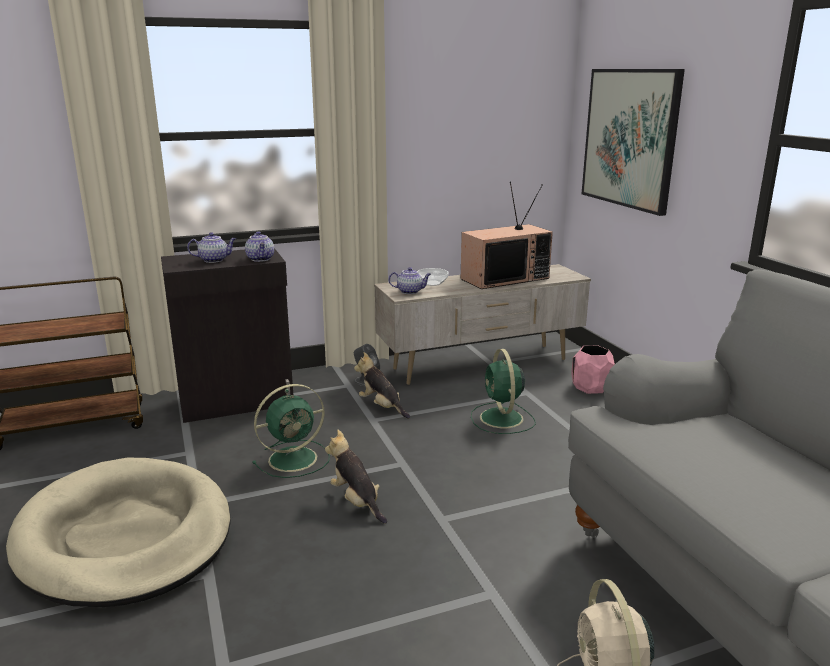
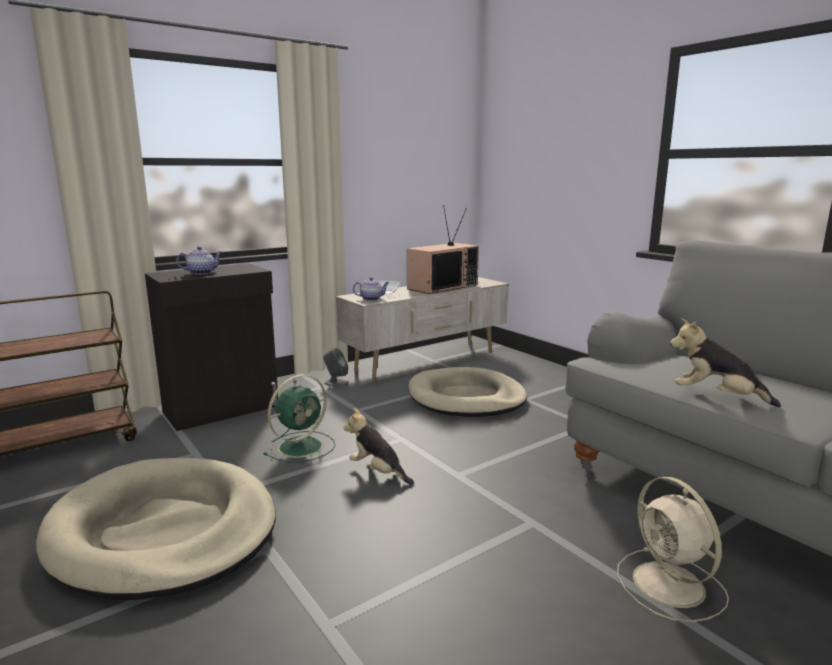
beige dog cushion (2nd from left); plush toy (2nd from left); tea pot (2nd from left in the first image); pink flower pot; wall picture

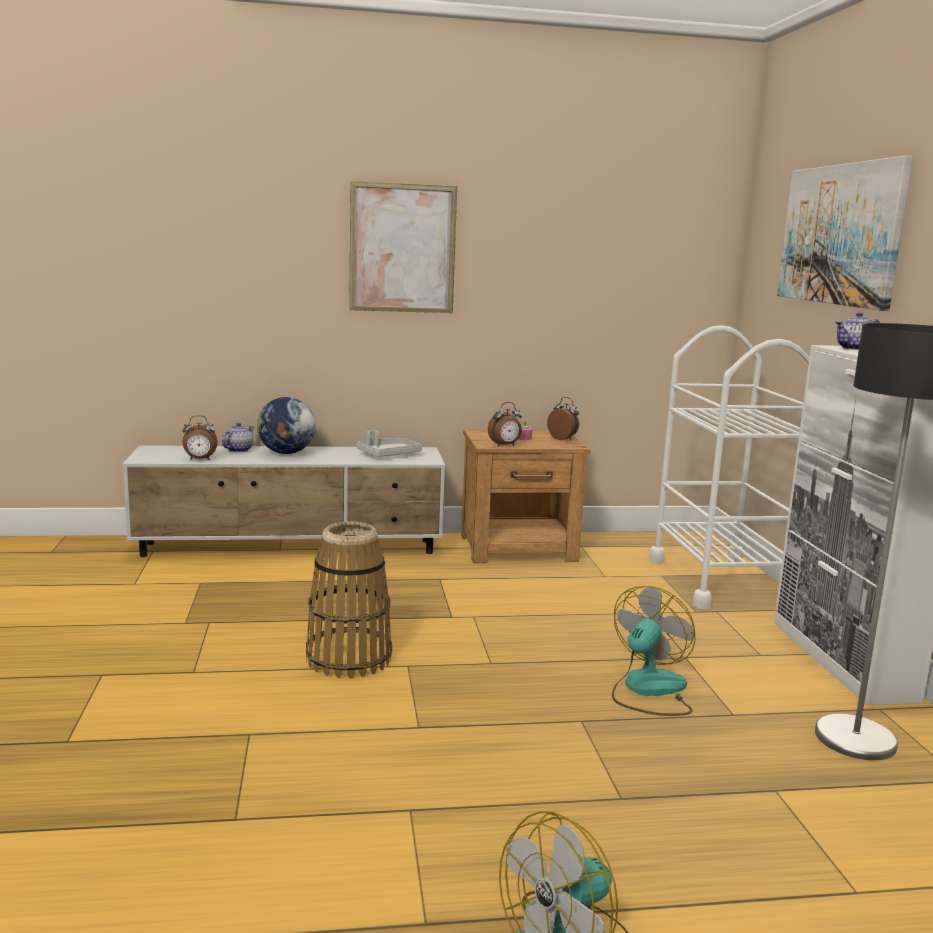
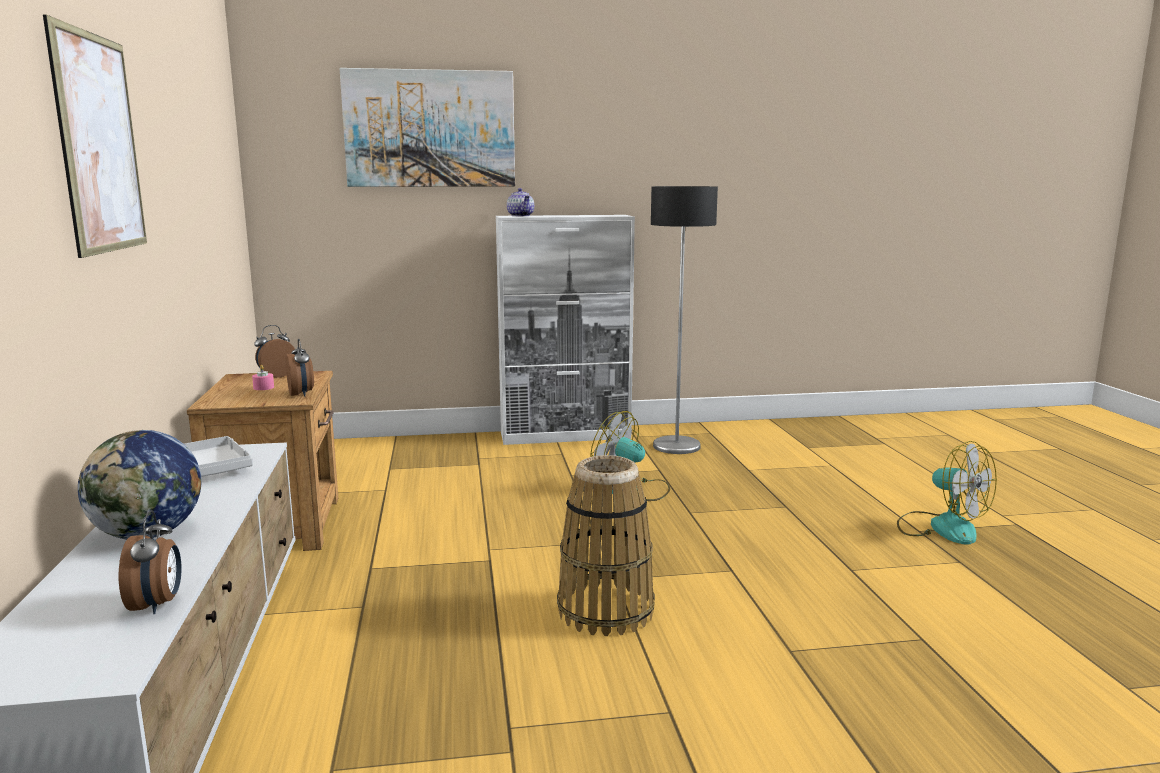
tea pot (1st from left in the first image); white trolley

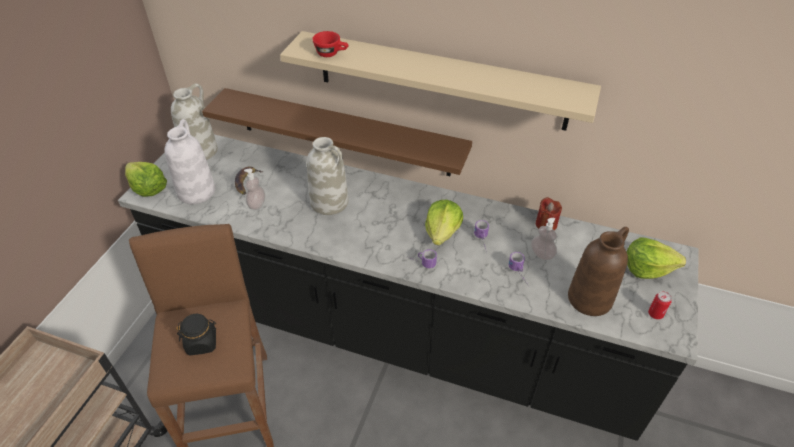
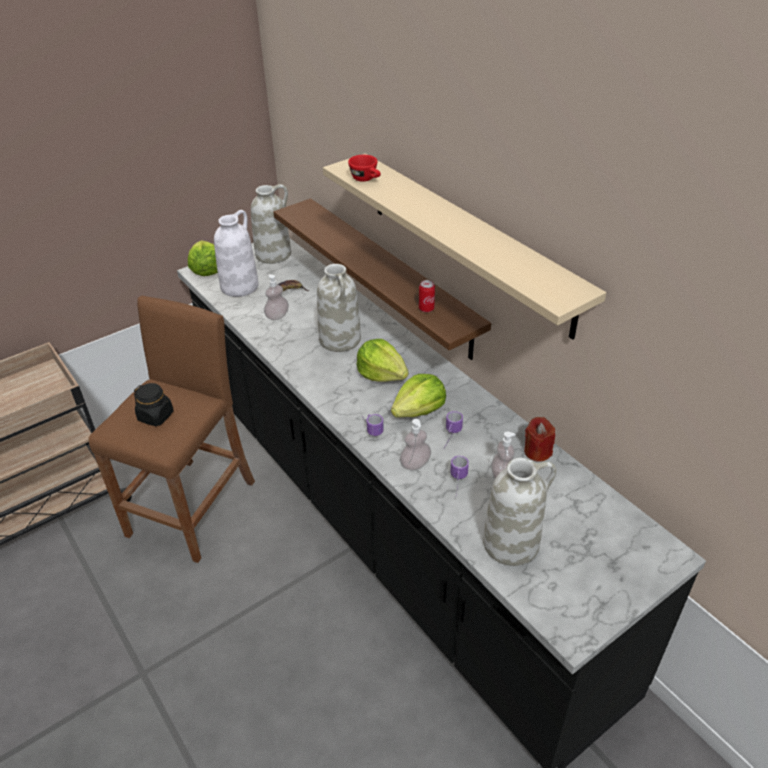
lettuce (2nd from left); soap dispenser (2nd from left); sealed can; white vase (4th from left)

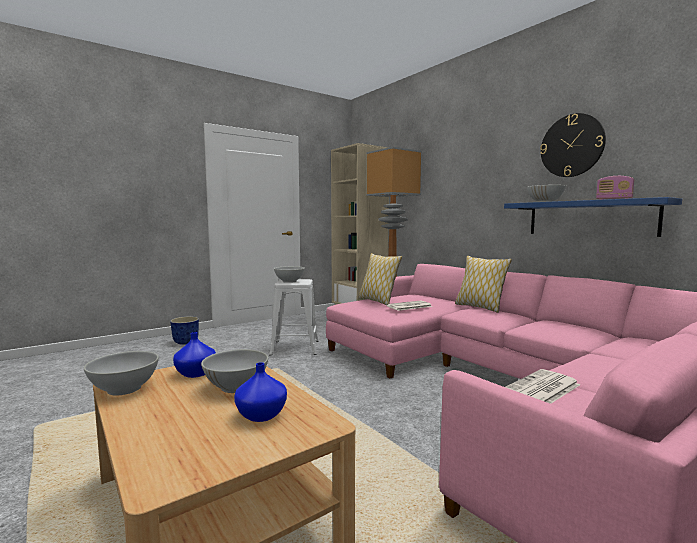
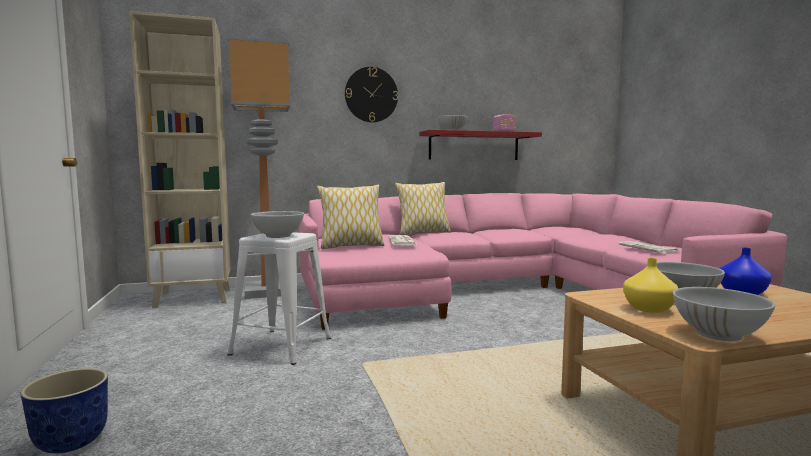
hanging clock; red wall shelf; yellow vase

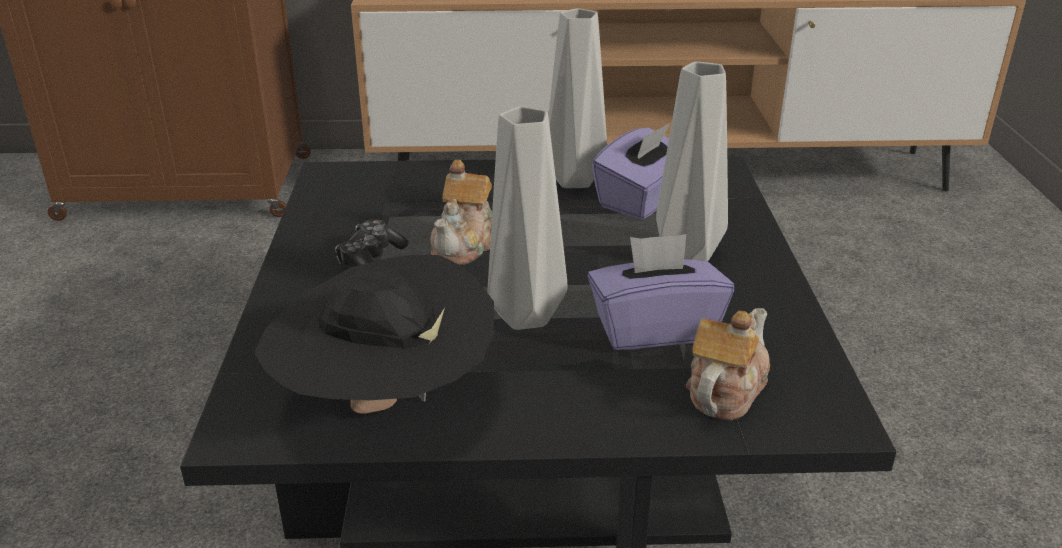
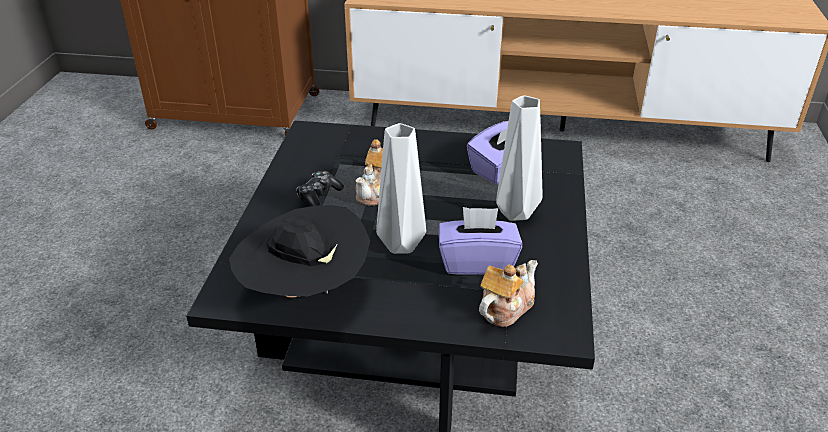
greyish vase (2nd from left in the first image)

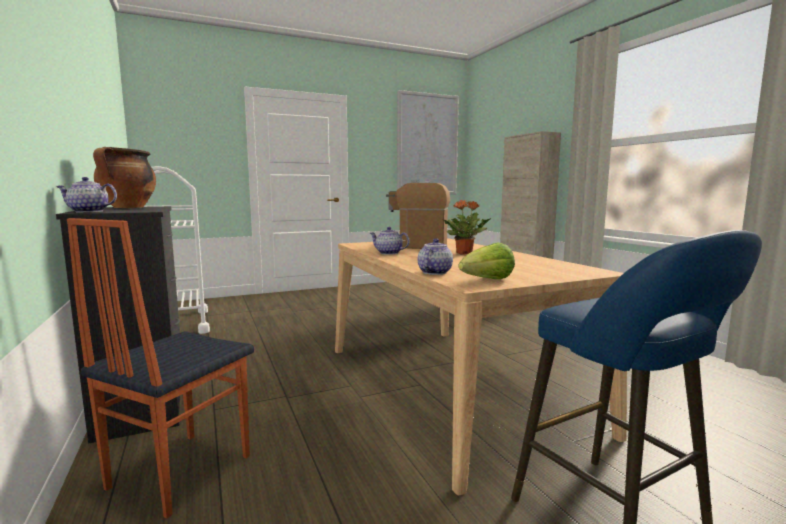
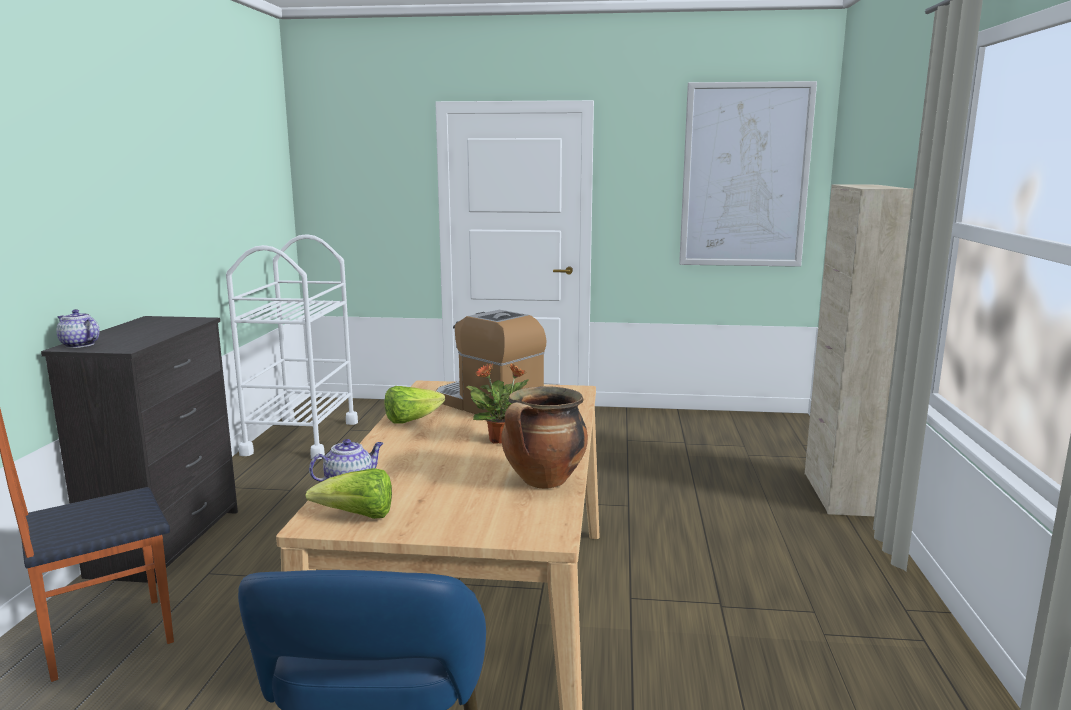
lettuce (2nd from left); stockpot

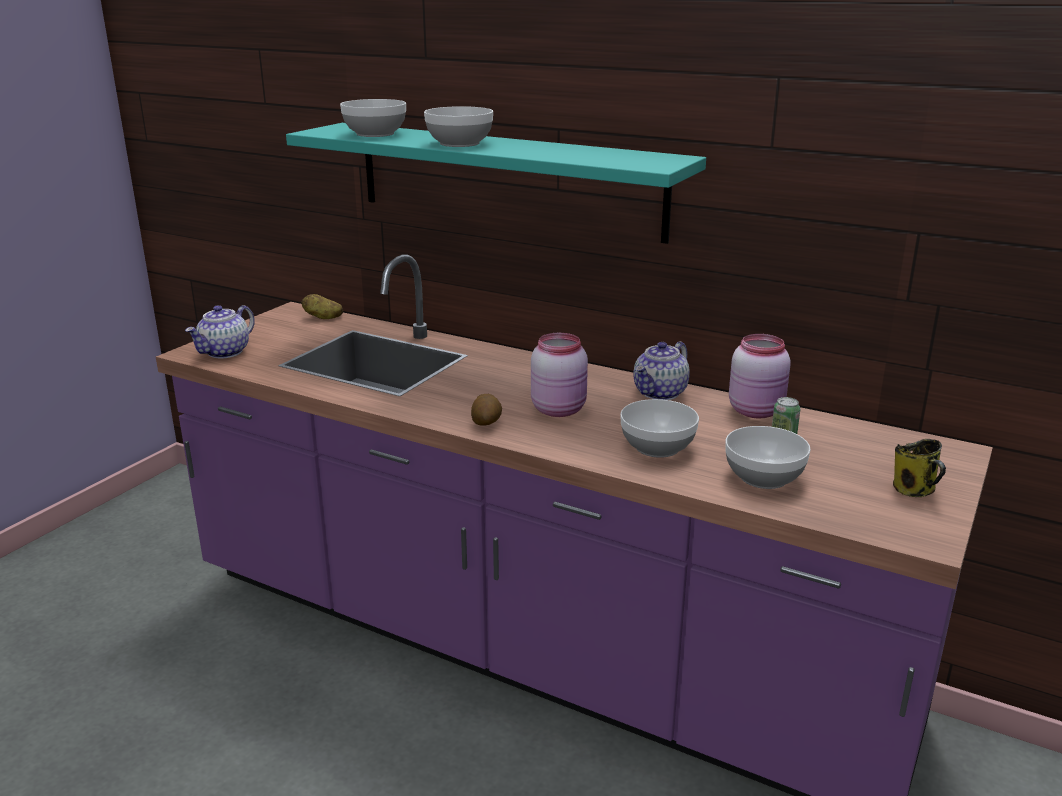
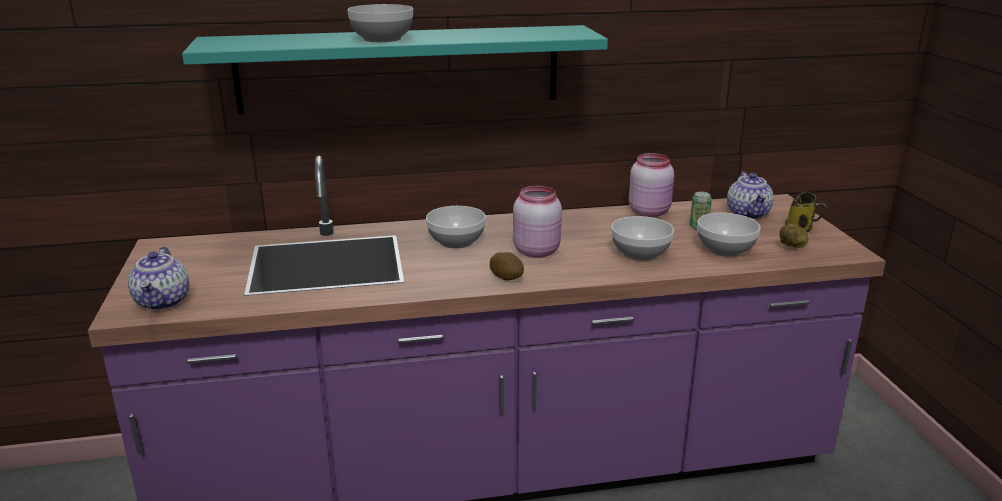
deep dish (2nd from left); tea pot (2nd from left); potato (2nd from left)

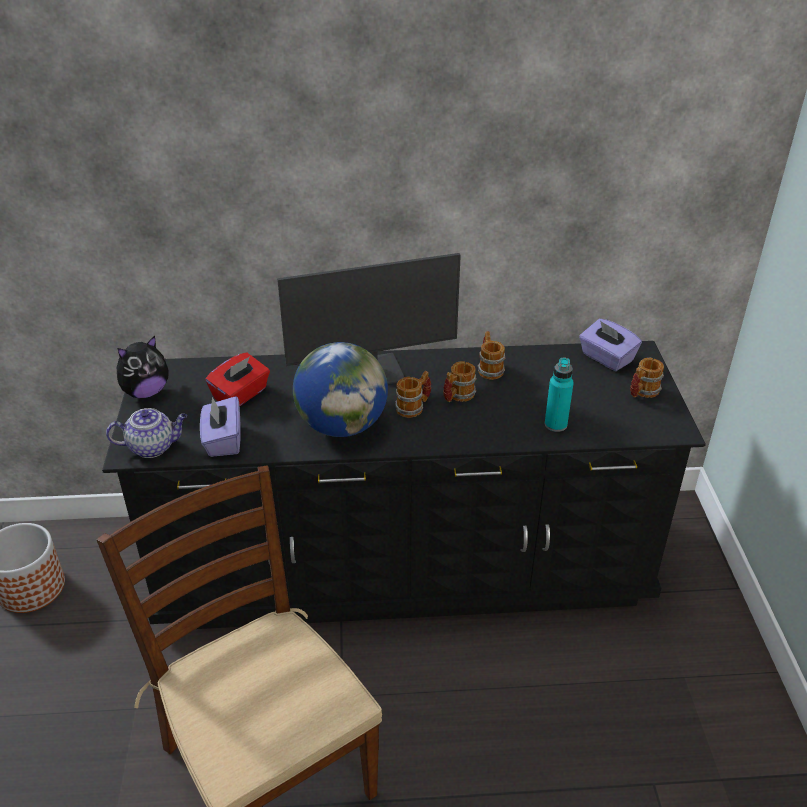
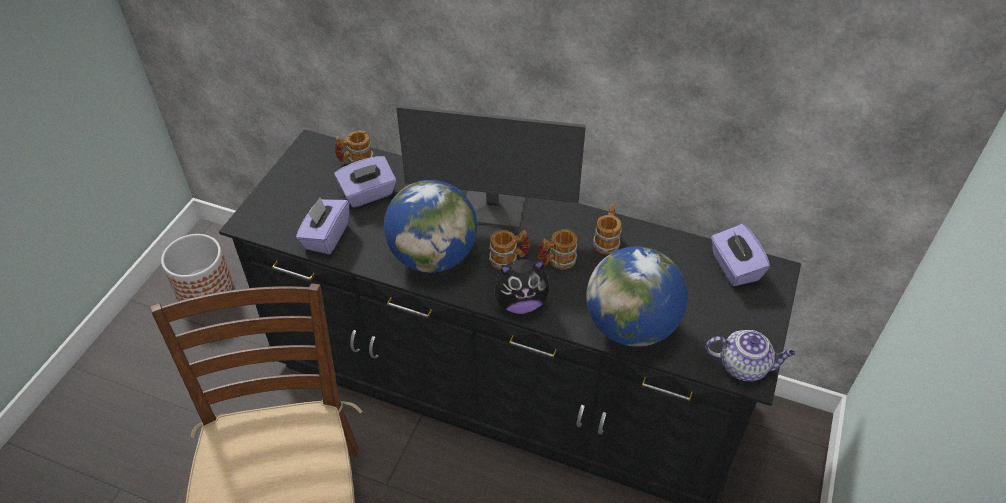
purple tissue holder (2nd from left); coffee mug (1st from left); plush toy; world globe (2nd from left); tea pot

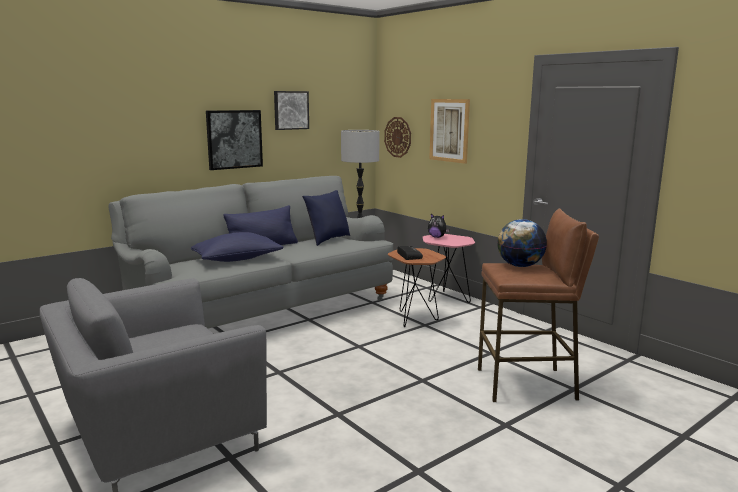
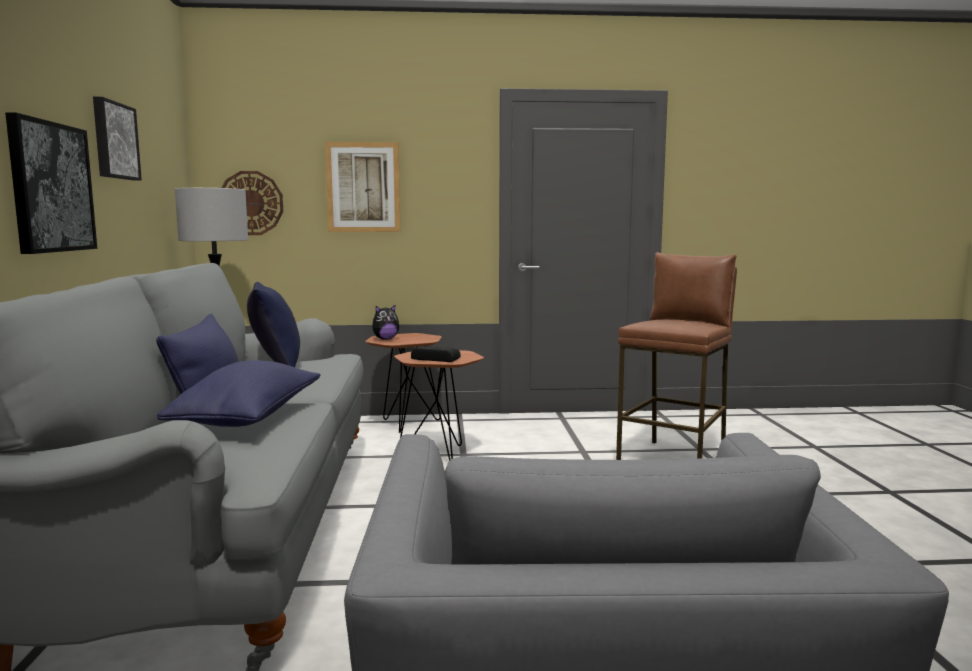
brownish side table (1st from left); world globe

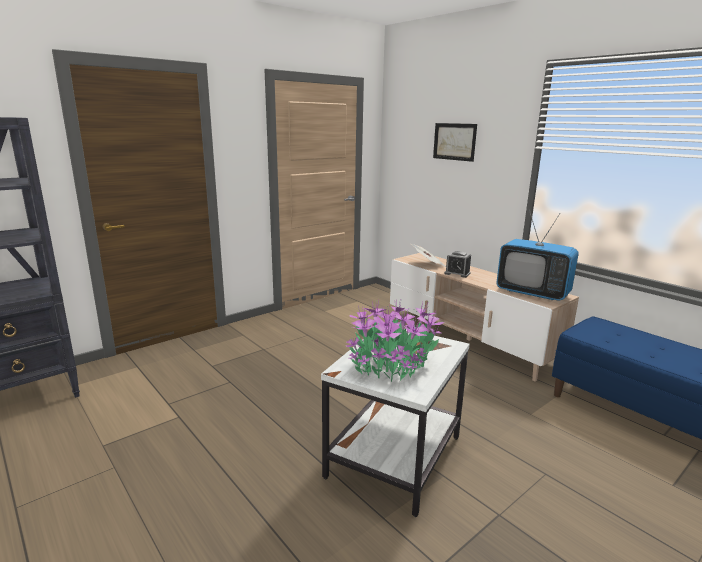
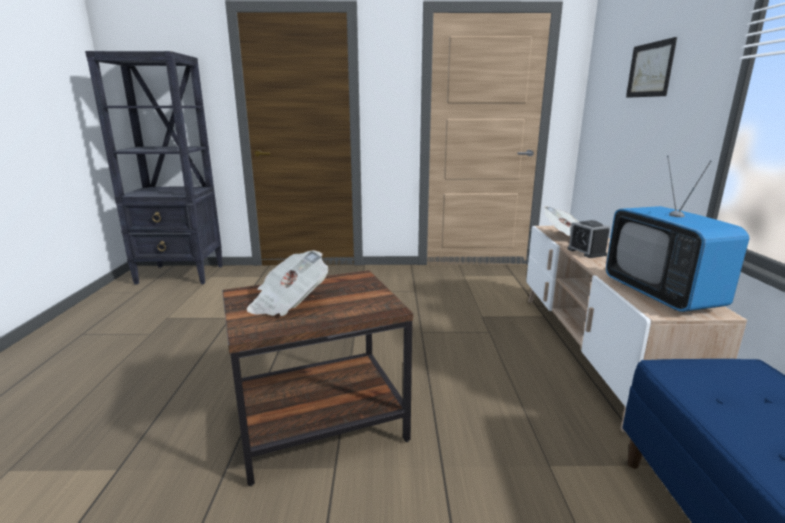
brownish side table; newspaper (1st from left)

